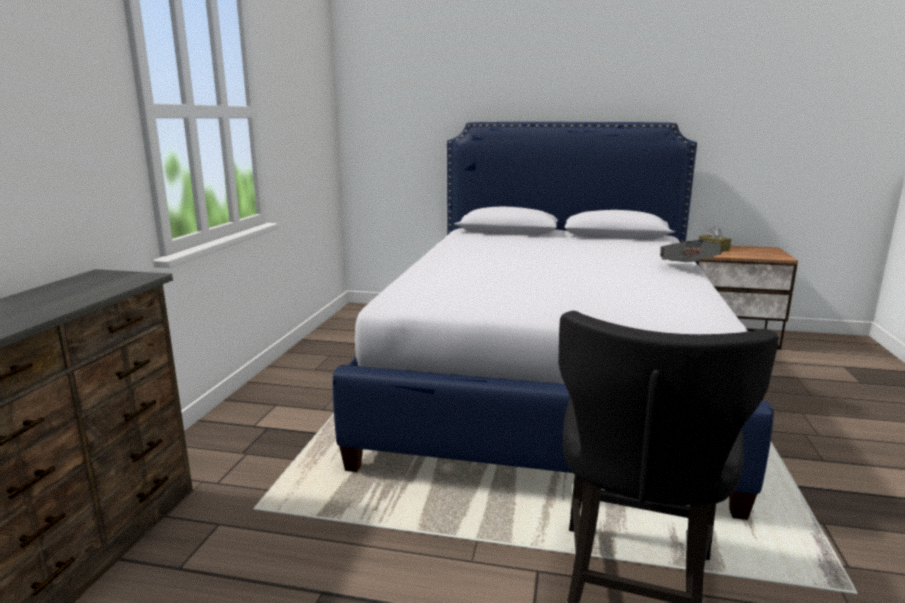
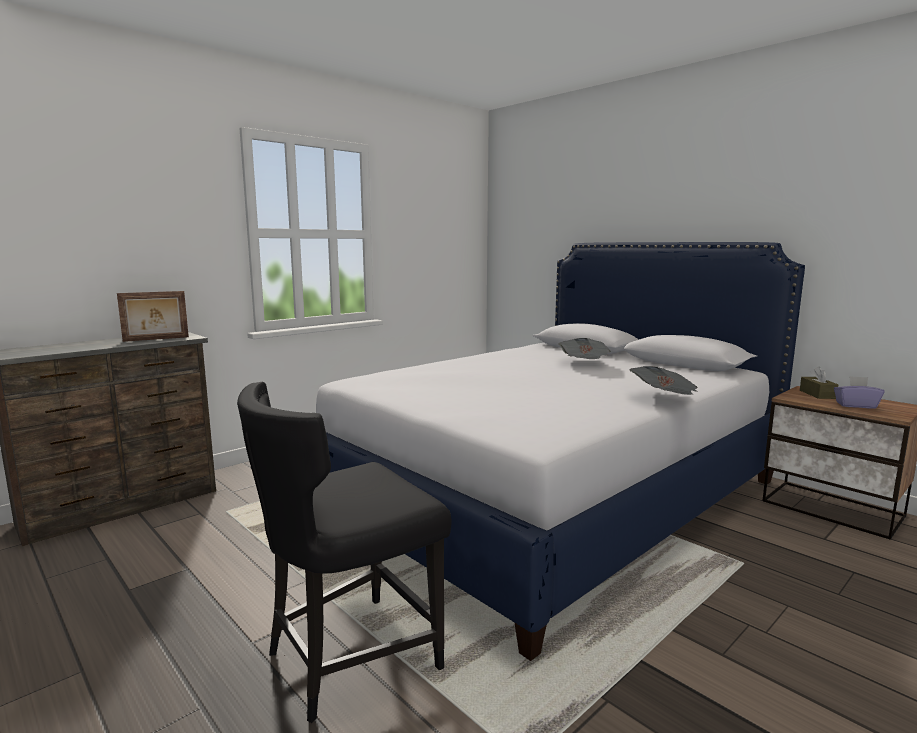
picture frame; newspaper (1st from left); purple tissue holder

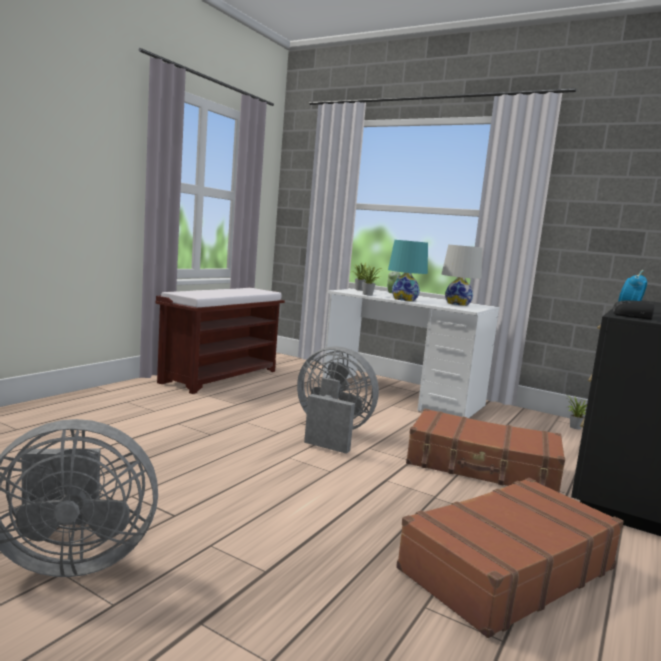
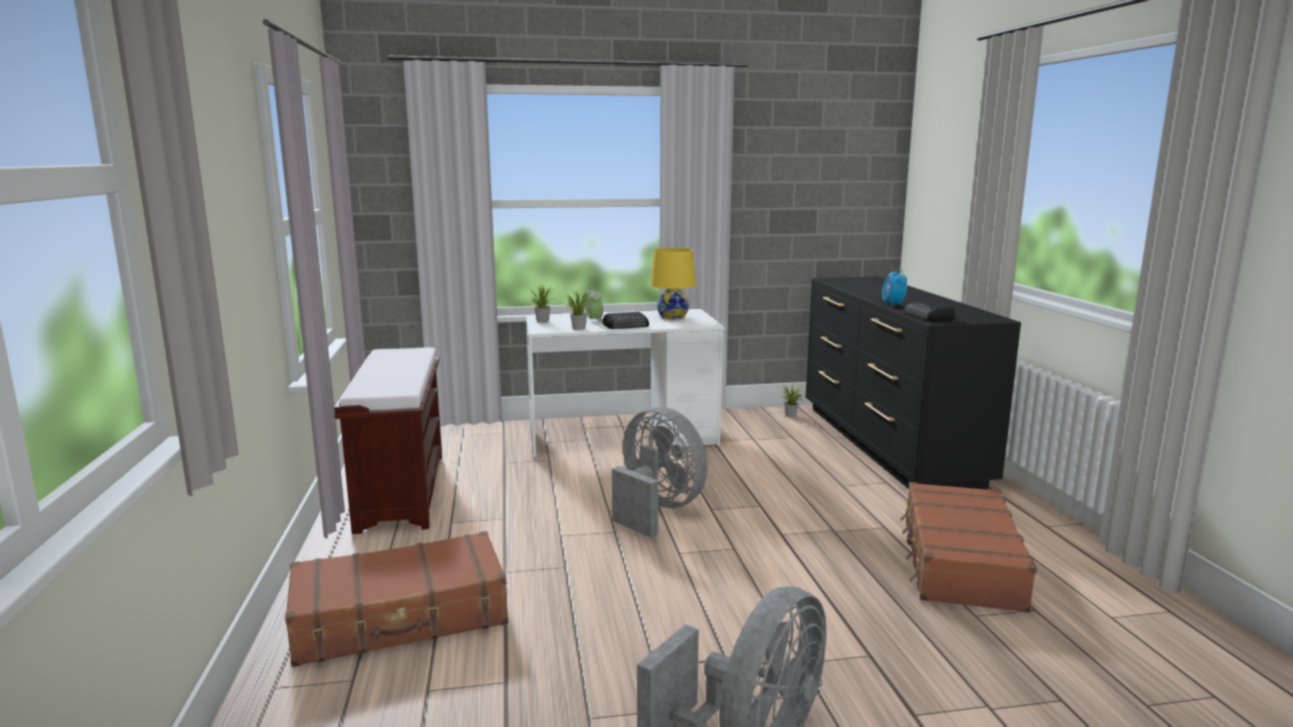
brownish suitcase (1st from left); radio set (1st from left); greyish fan (1st from left); yellow tabletop lamp

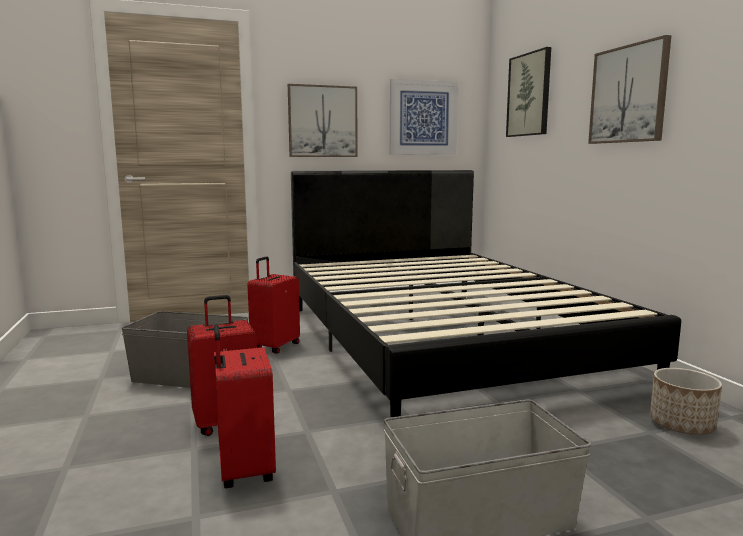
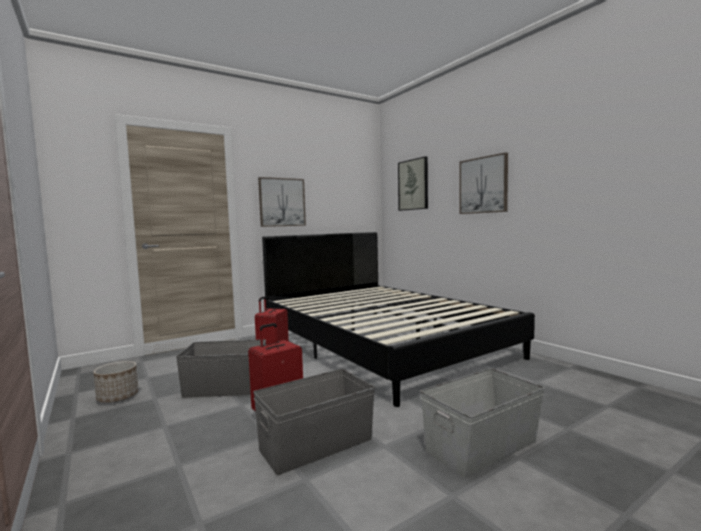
flower pot; greyish storage container (2nd from left); wall picture (2nd from left in the first image)

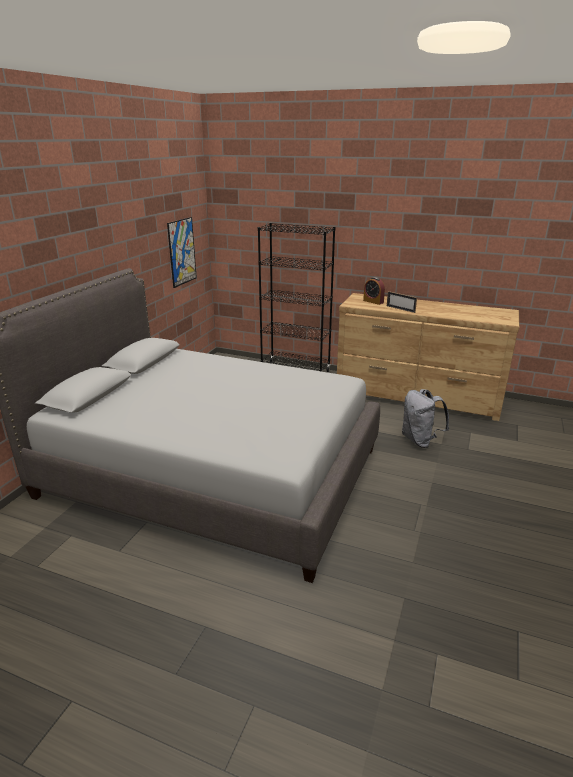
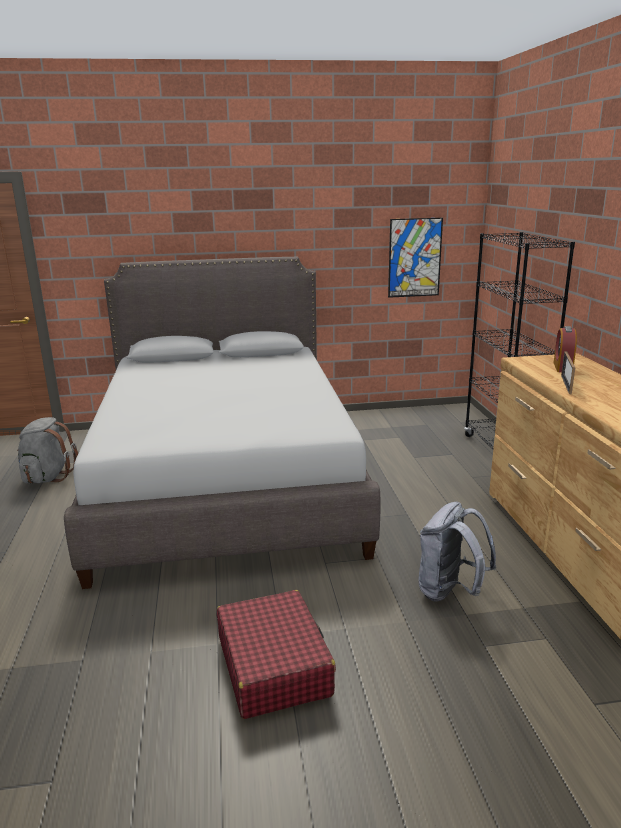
greyish knapsack (1st from left); red suitcase

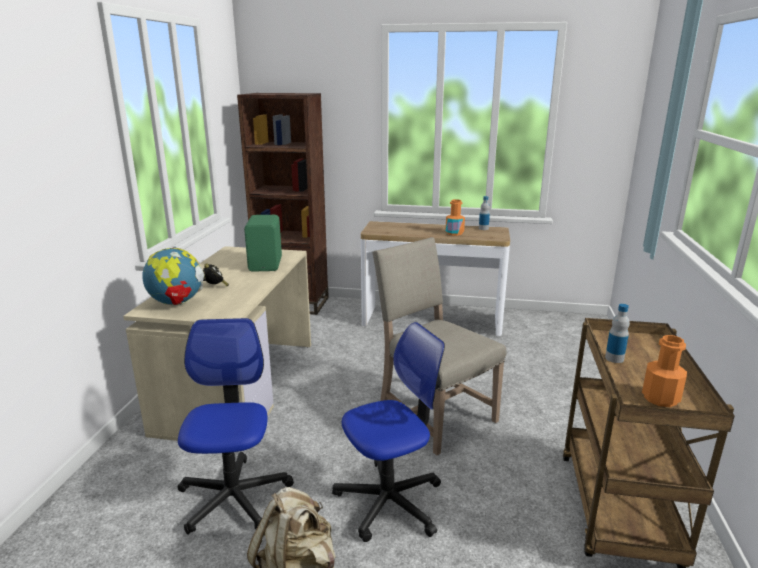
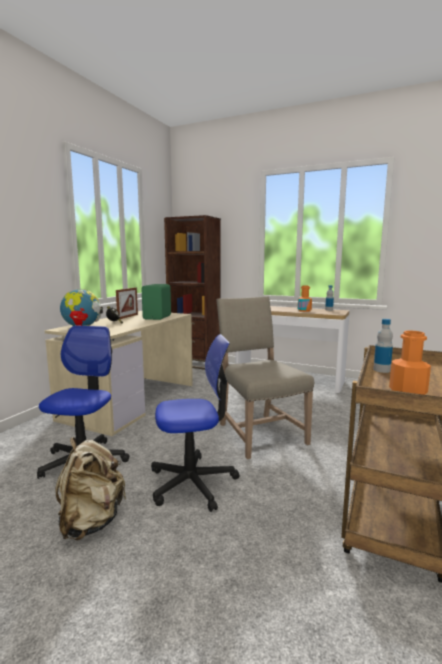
picture frame

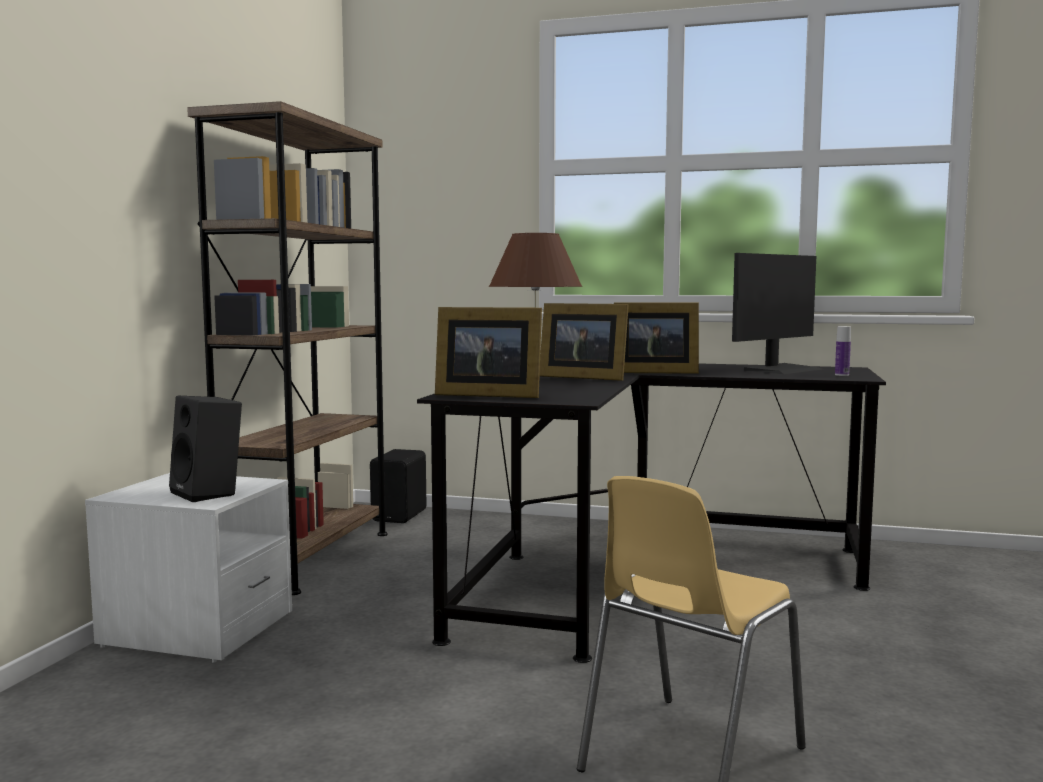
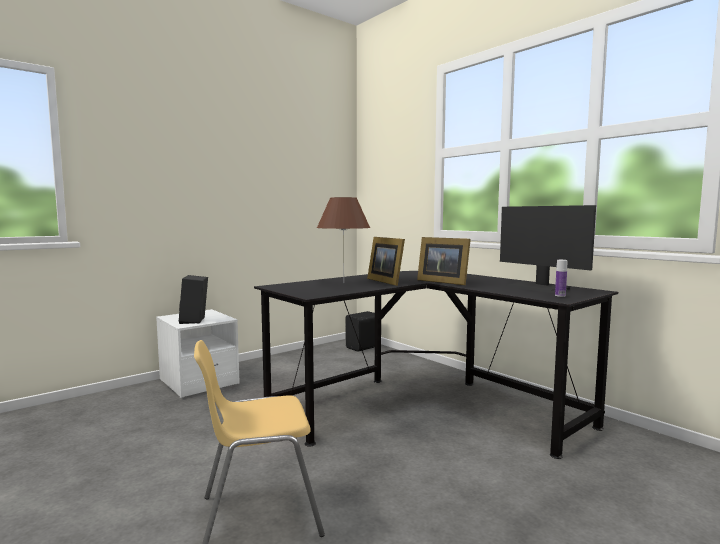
computer screen; brownish bookcase; picture frame (1st from left in the first image)

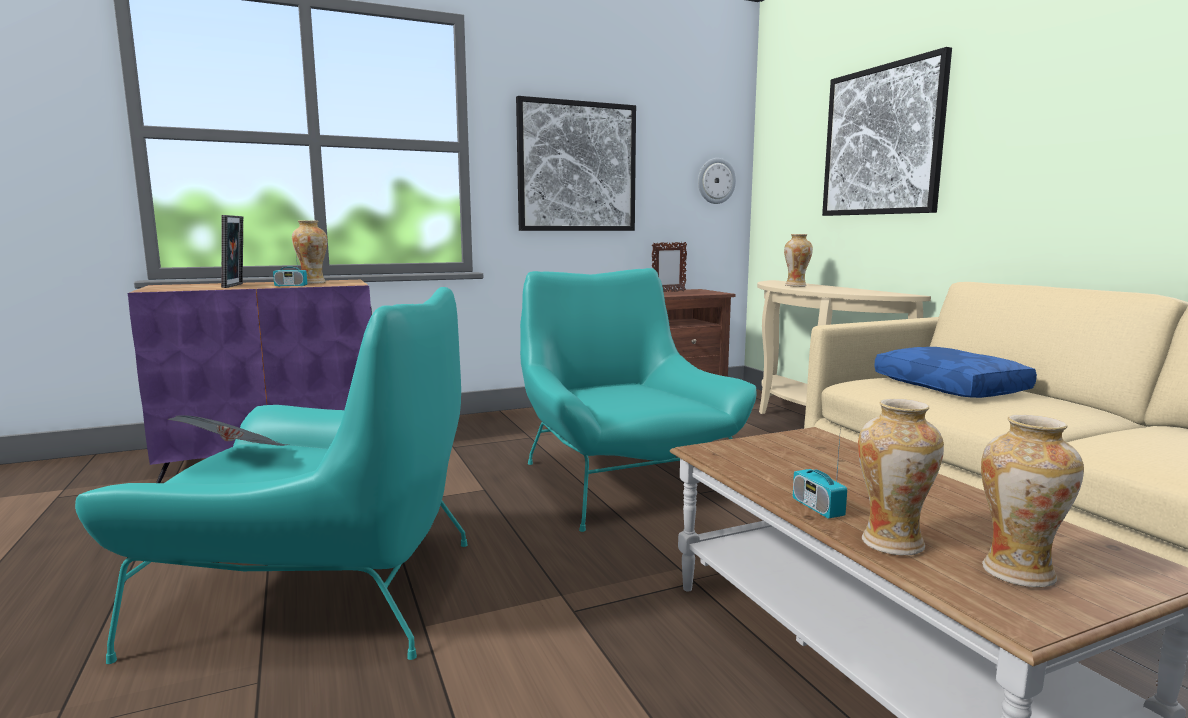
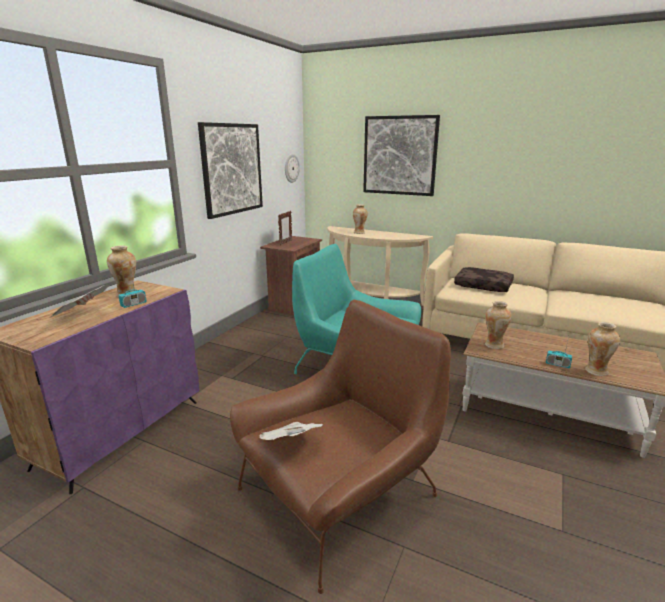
newspaper (1st from left); brownish lounge chair; brownish pillow; vase (3rd from left)

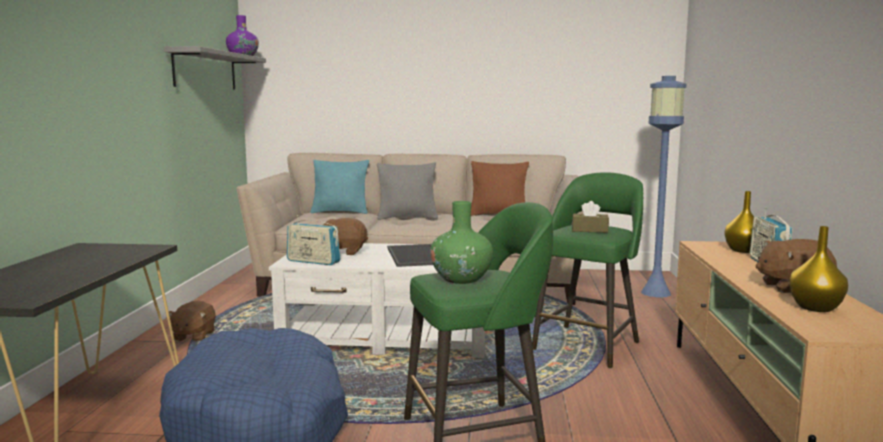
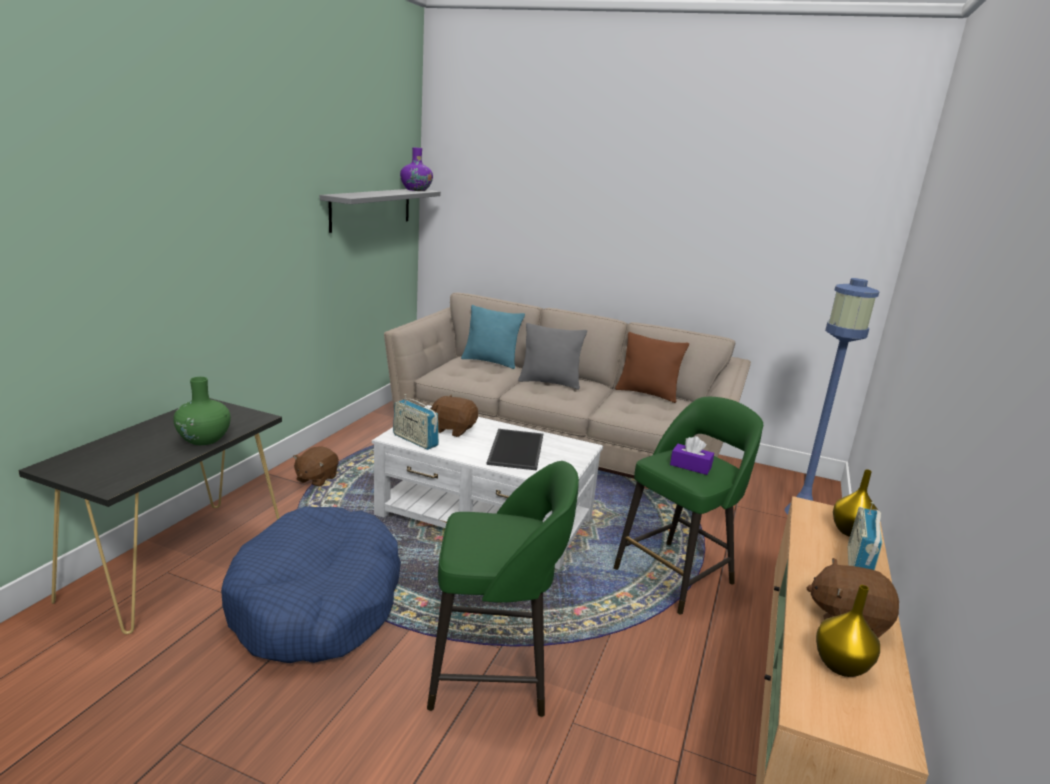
green-coloured vase; purple tissue holder

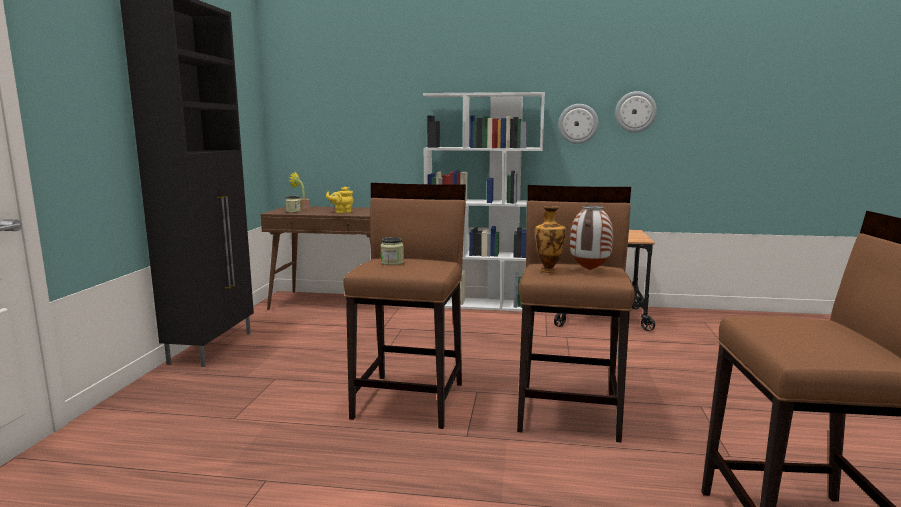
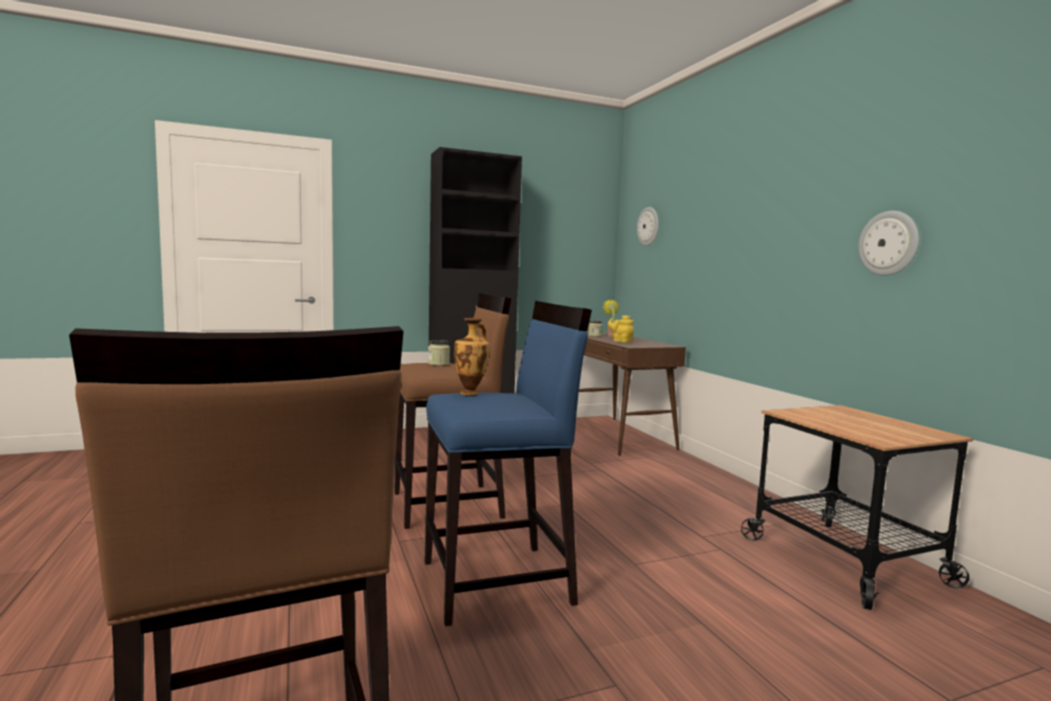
blue-coloured stool seat; hanging clock (1st from left); white bookcase; vase (2nd from left in the first image)

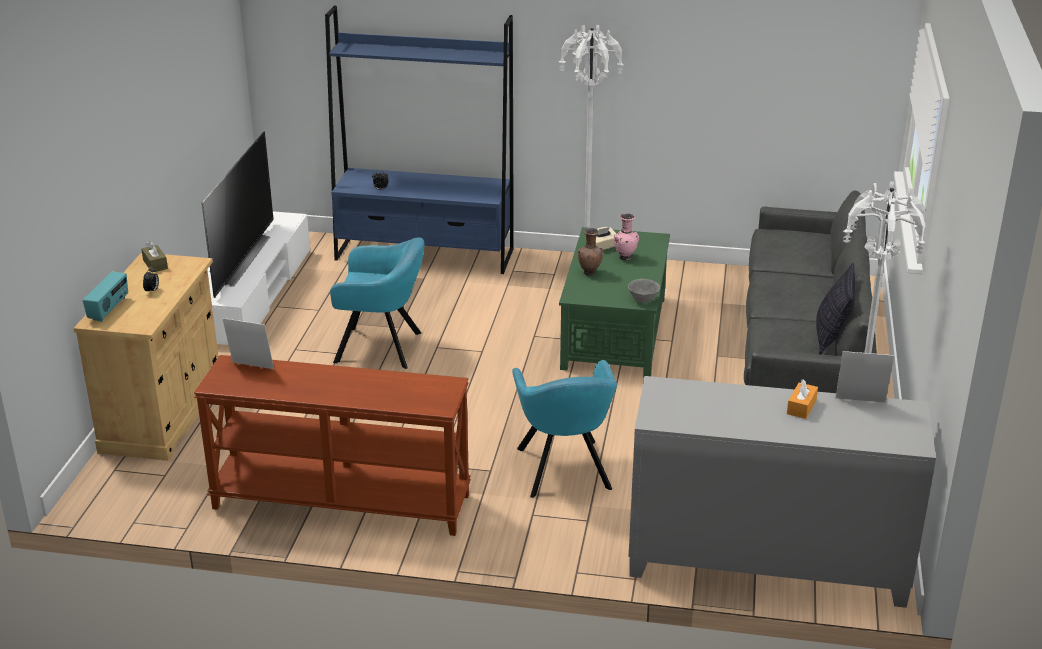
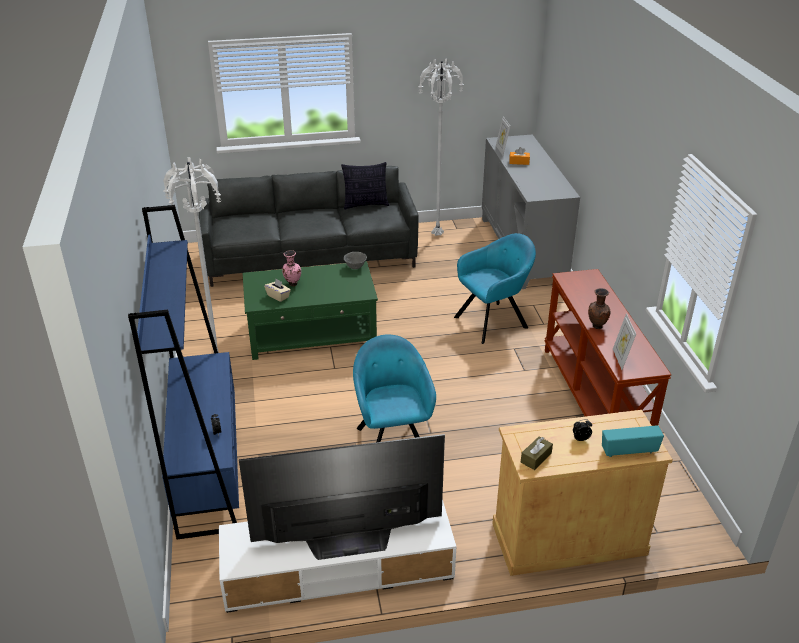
brownish vase

